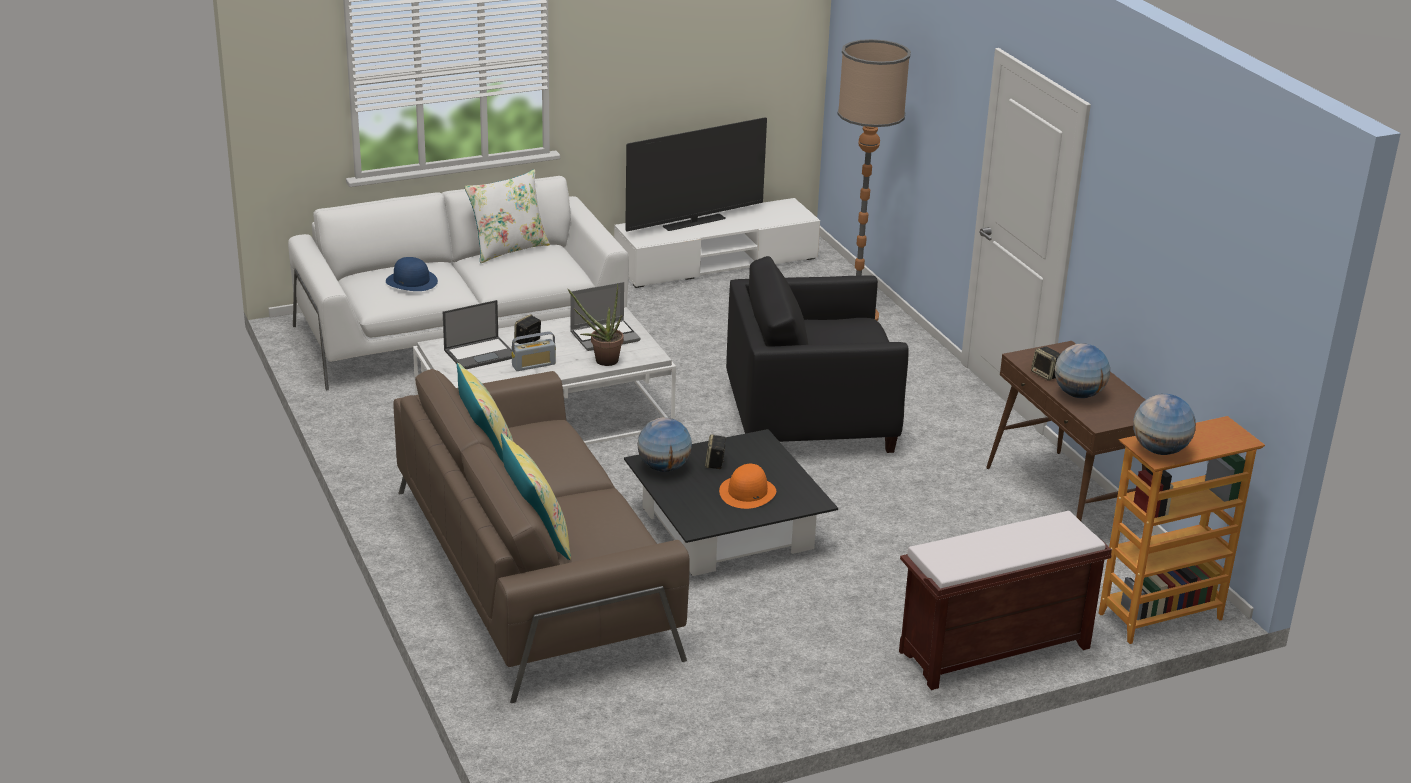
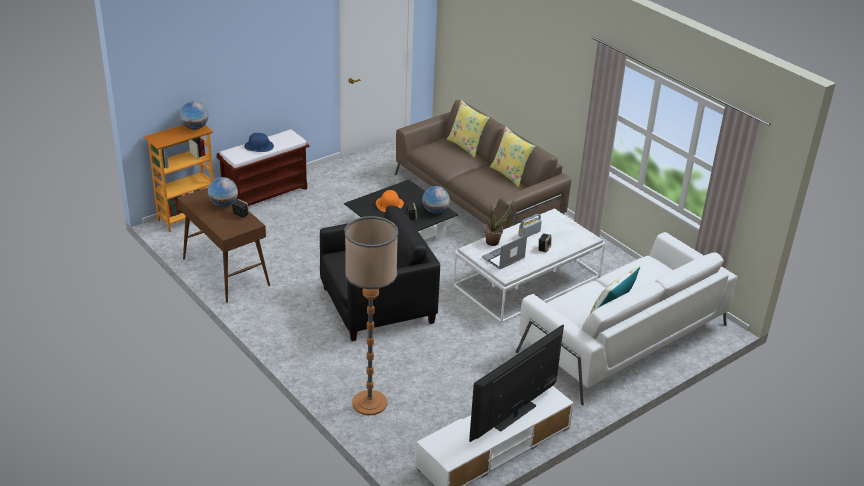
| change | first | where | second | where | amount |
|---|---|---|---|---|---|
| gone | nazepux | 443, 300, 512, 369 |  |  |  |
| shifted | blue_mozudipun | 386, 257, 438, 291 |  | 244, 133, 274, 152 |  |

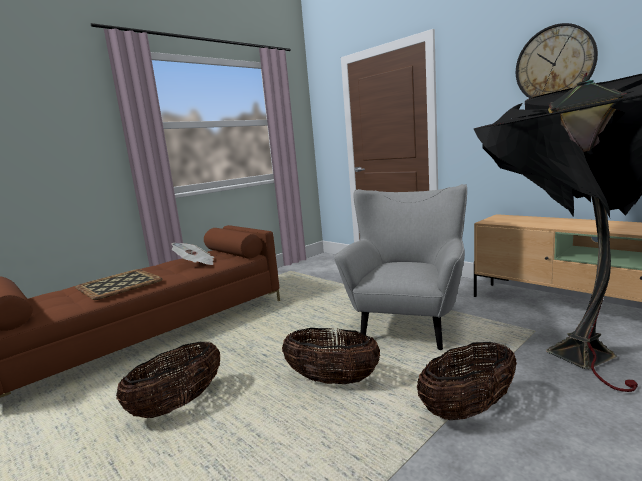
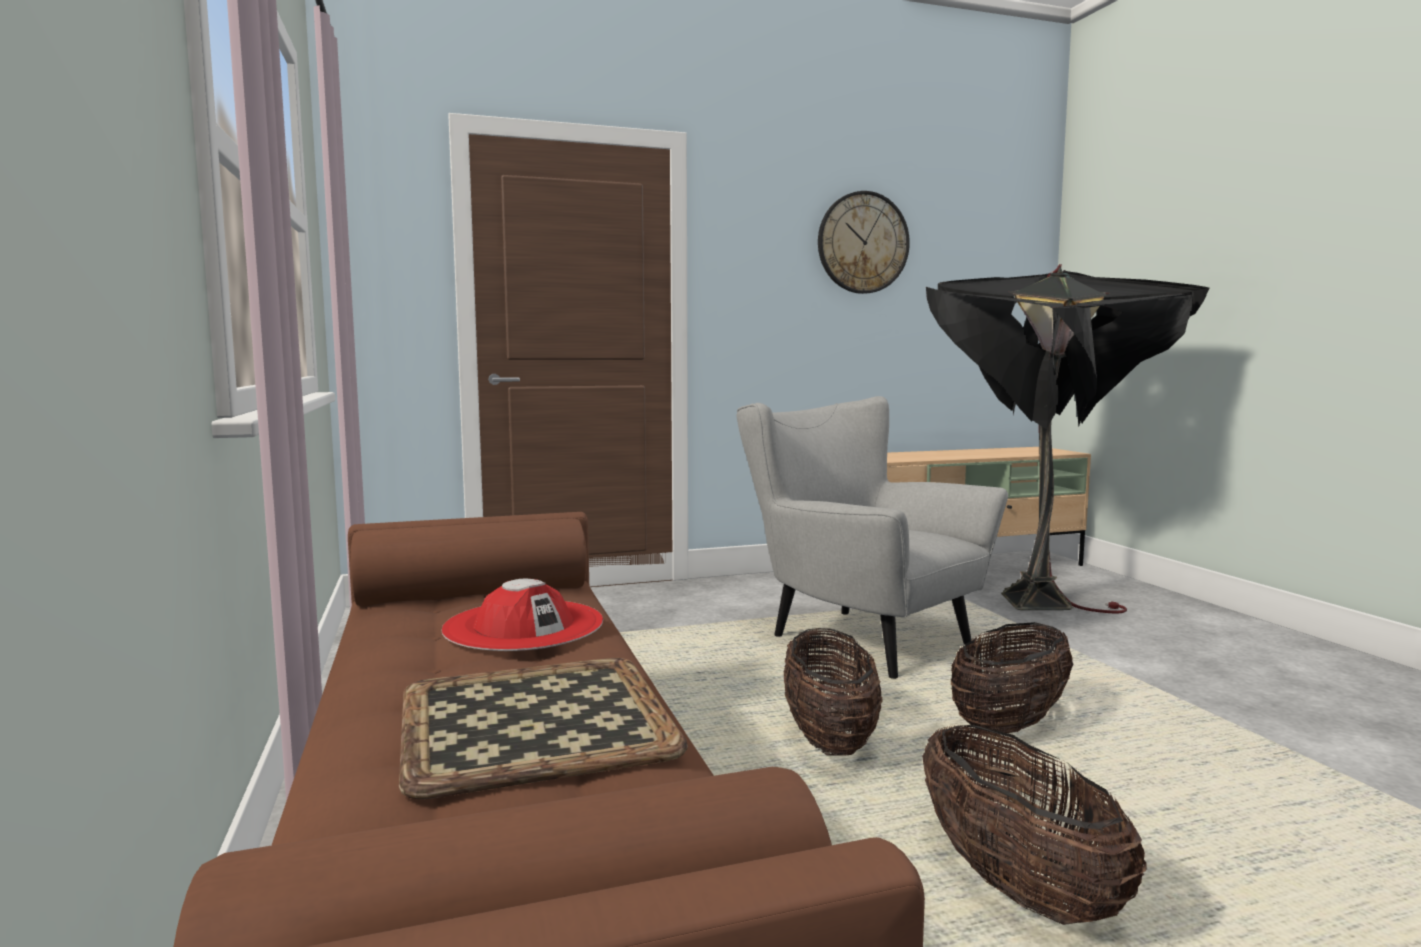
| change | first | where | second | where | amount |
|---|---|---|---|---|---|
| shifted | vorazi | 417, 342, 517, 420 |  | 784, 628, 883, 756 |  |
| swapped | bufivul | 171, 243, 214, 265 | red_mozudipun | 442, 579, 603, 651 |  |

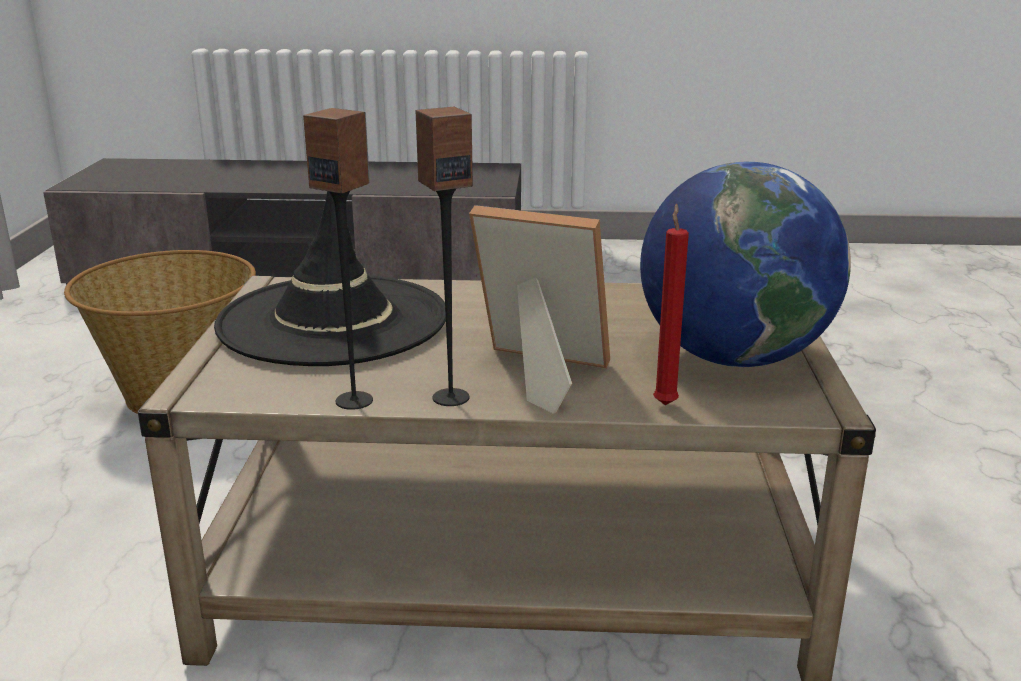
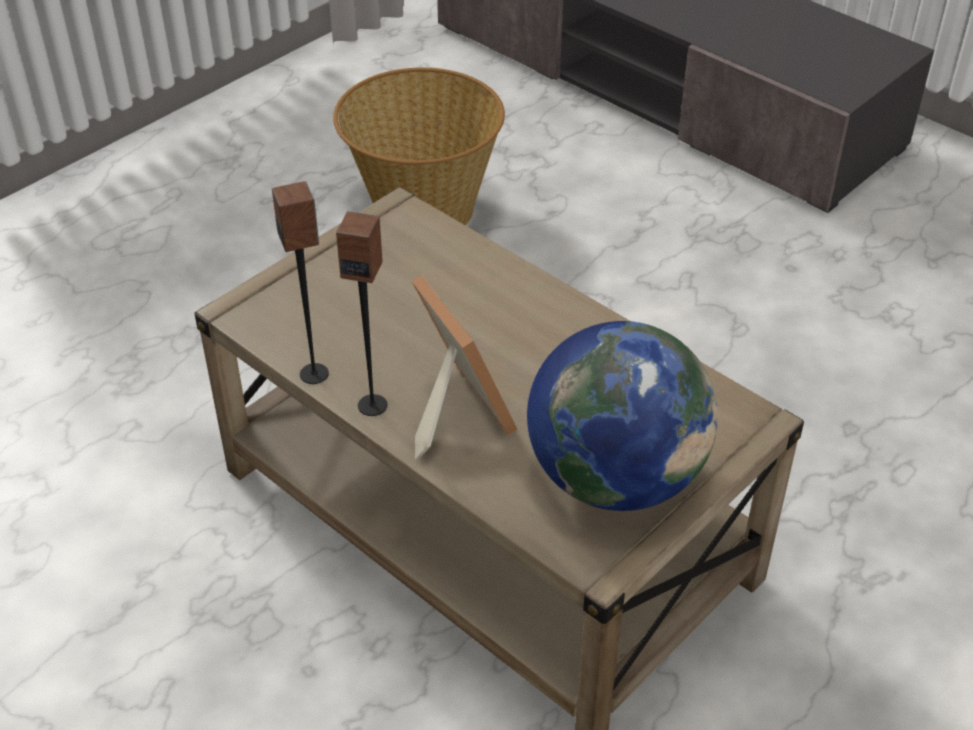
| change | first | where | second | where | amount |
|---|---|---|---|---|---|
| gone | black_mozudipun | 214, 191, 446, 366 |  |  |  |
| gone | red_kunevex | 653, 204, 689, 405 |  |  |  |

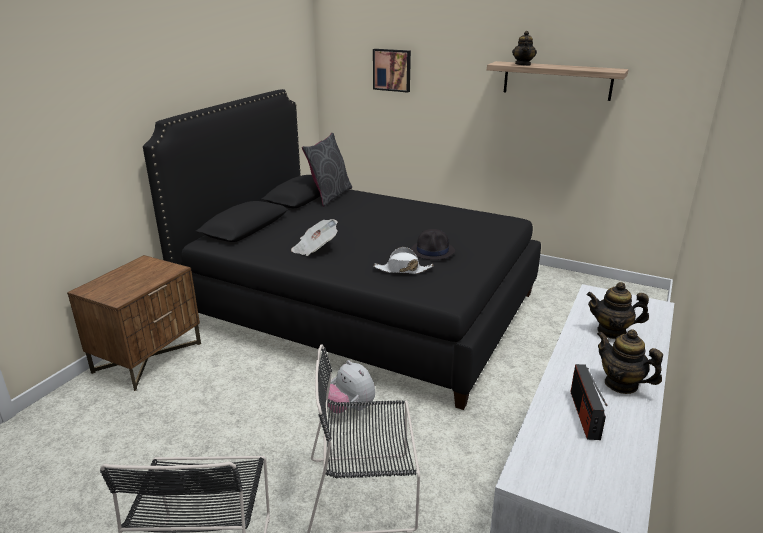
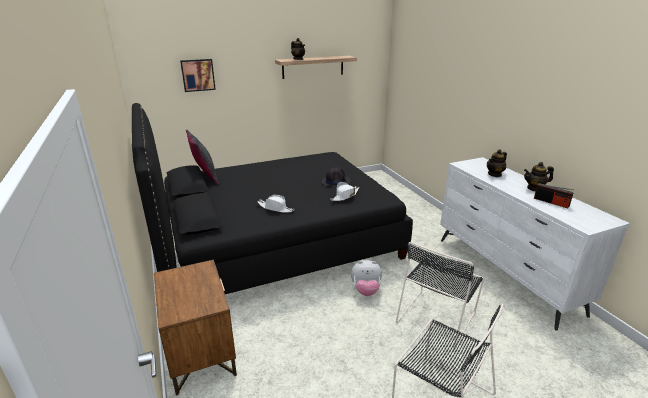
| change | first | where | second | where | amount |
|---|---|---|---|---|---|
| swapped | bufivul | 291, 219, 338, 256 | white_mozudipun | 257, 195, 295, 213 |  |

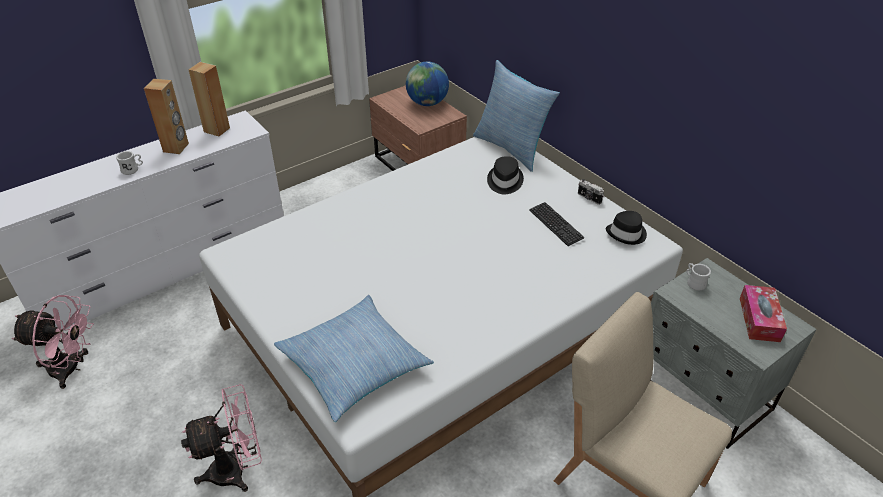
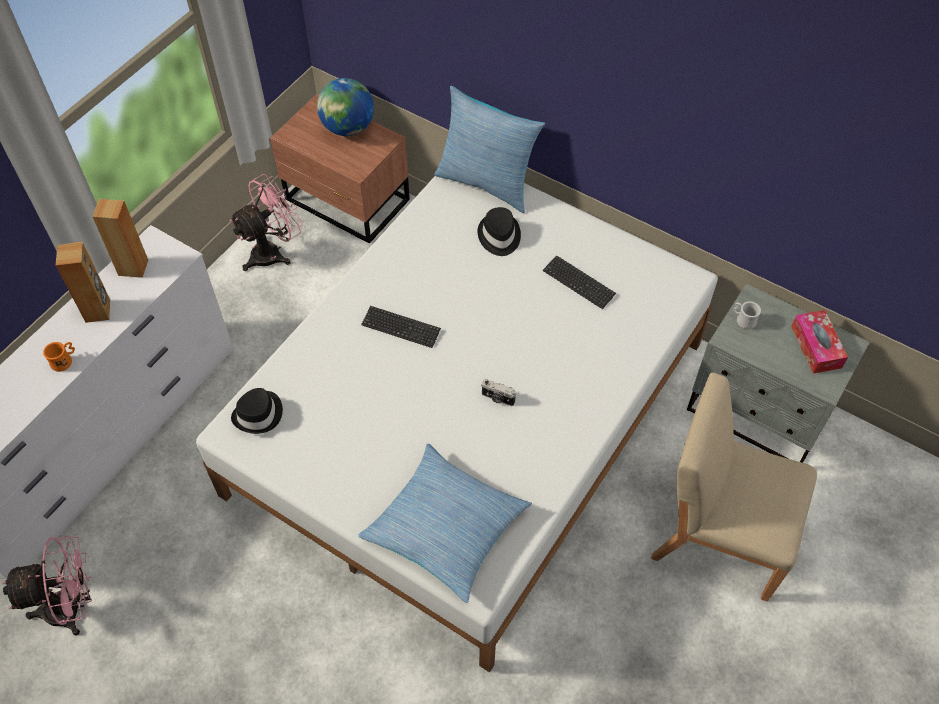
| change | first | where | second | where | amount |
|---|---|---|---|---|---|
| new |  |  | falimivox | 361, 306, 441, 348 |  |
| shifted | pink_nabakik | 181, 384, 262, 492 |  | 229, 174, 303, 271 |  |
| shifted | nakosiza | 578, 179, 604, 205 |  | 481, 379, 517, 406 |  |
| shifted | black_mozudipun | 606, 211, 647, 245 |  | 231, 388, 283, 434 |  |
| repainted | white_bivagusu | 116, 151, 143, 175 | orange_bivagusu | 43, 342, 75, 372 |  |

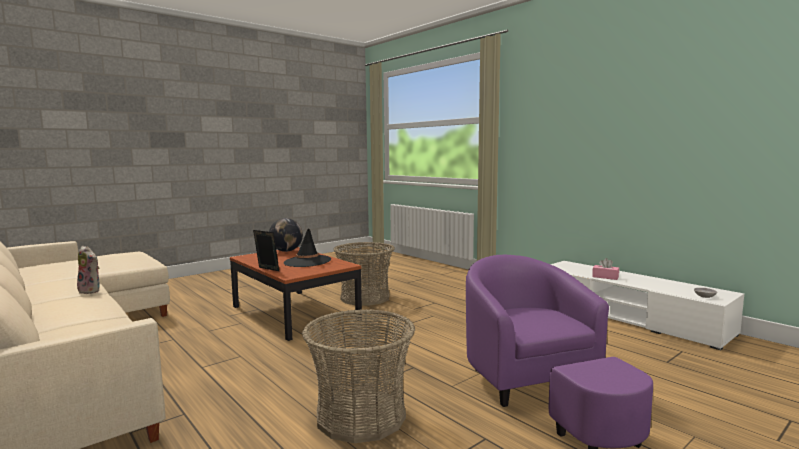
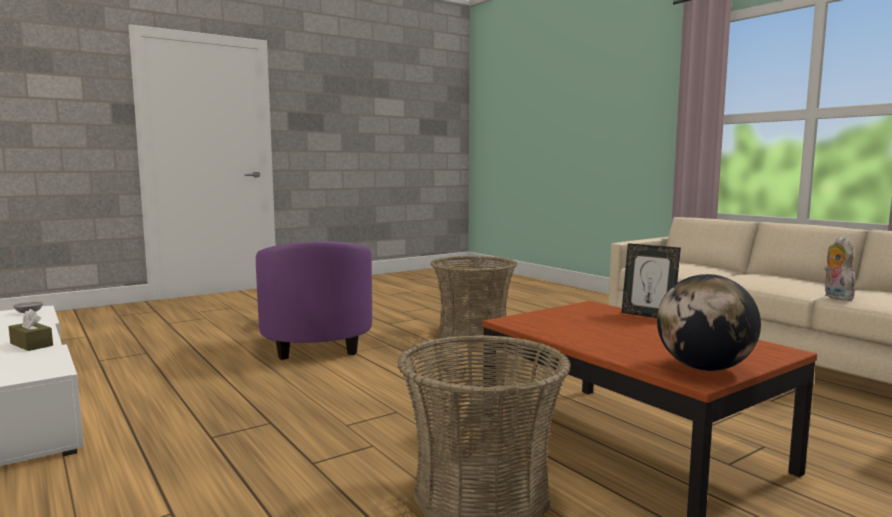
| change | first | where | second | where | amount |
|---|---|---|---|---|---|
| gone | black_mozudipun | 284, 228, 331, 267 |  |  |  |
| repainted | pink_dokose | 592, 258, 619, 280 | brown_dokose | 8, 309, 53, 351 |  |
| rotated | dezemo | 77, 246, 100, 294 |  | 824, 237, 855, 301 | 60 degrees clockwise |

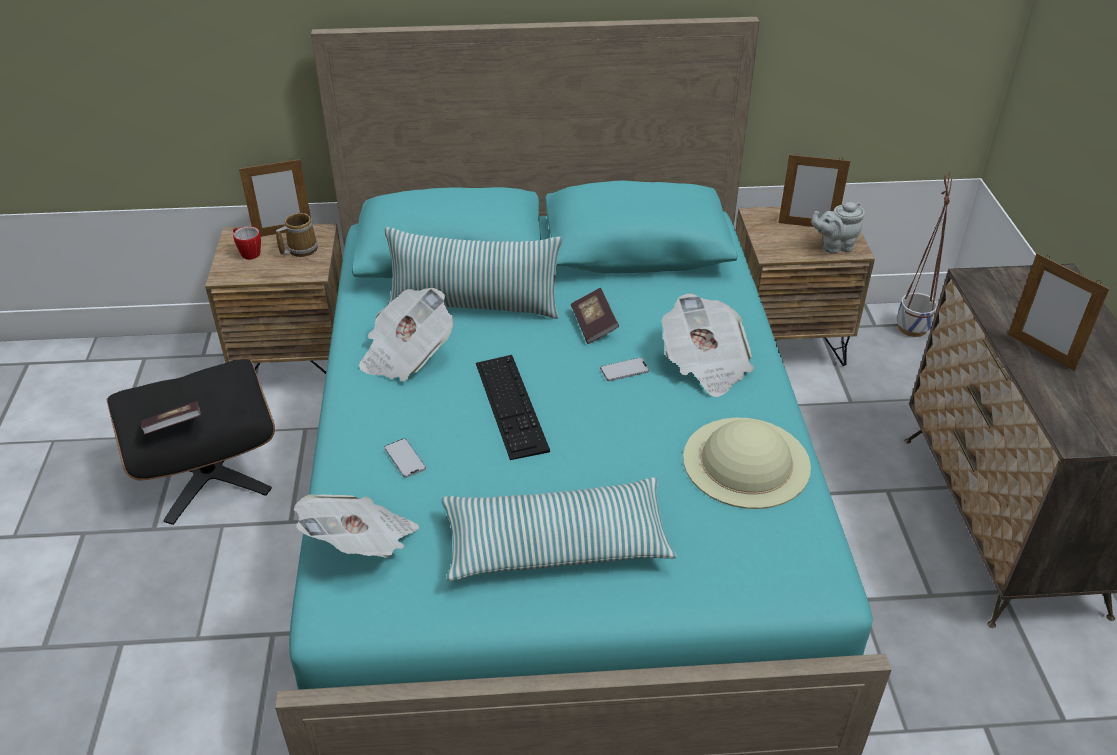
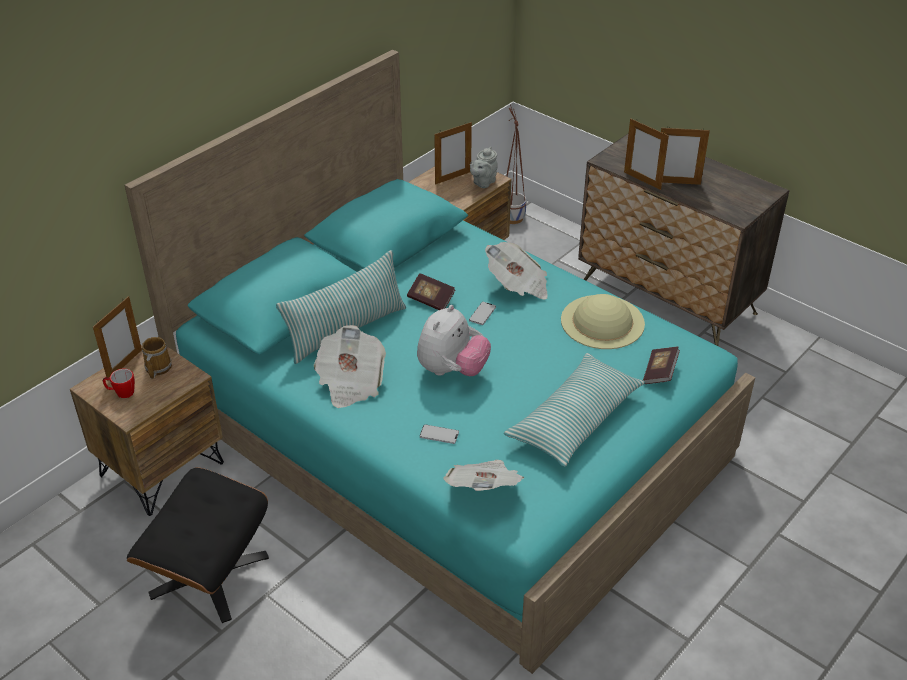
| change | first | where | second | where | amount |
|---|---|---|---|---|---|
| new |  |  | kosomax | 624, 119, 669, 190 |  |
| shifted | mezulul | 141, 401, 201, 434 |  | 643, 347, 680, 384 |  |
| swapped | falimivox | 476, 355, 550, 460 | dezemo | 417, 305, 491, 376 |  |

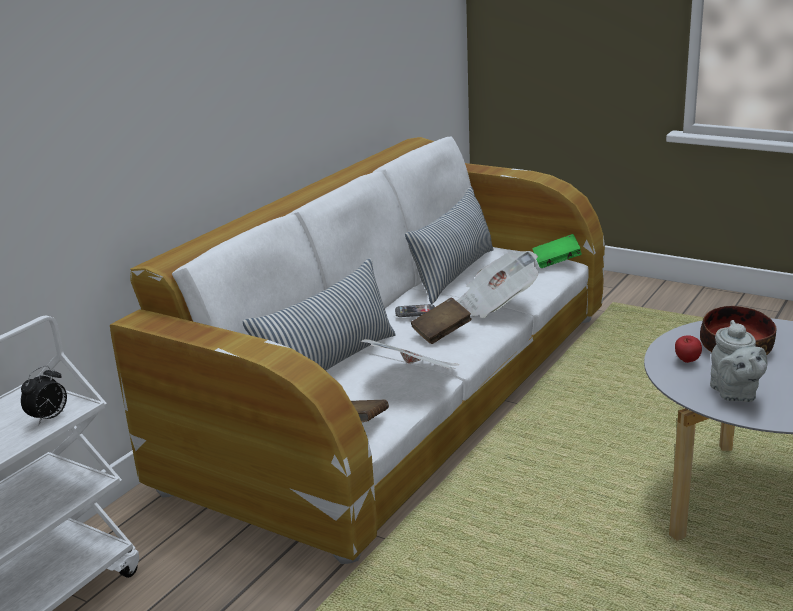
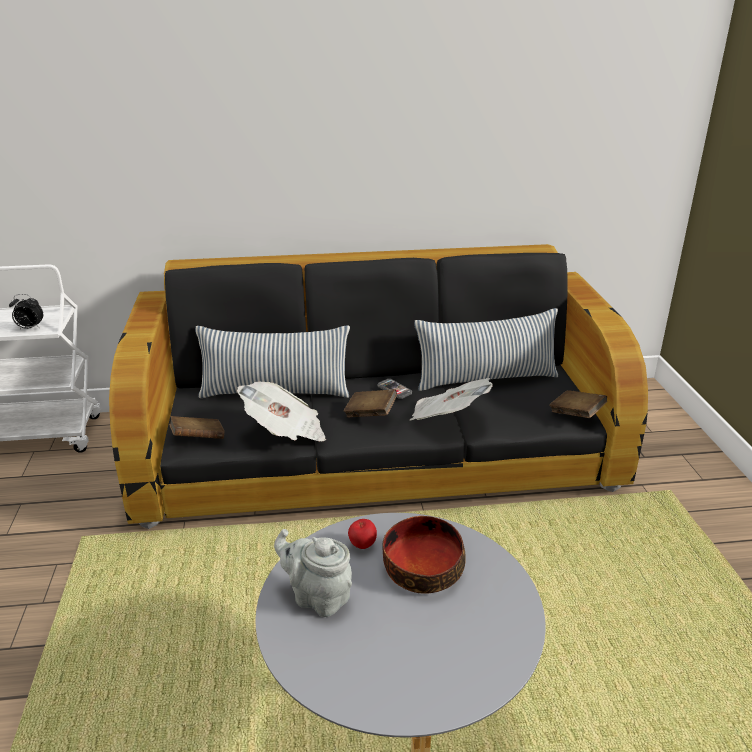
| change | first | where | second | where | amount |
|---|---|---|---|---|---|
| repainted | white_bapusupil | 110, 137, 605, 564 | black_bapusupil | 109, 244, 648, 529 |  |
| repainted | green_mezulul | 532, 234, 582, 268 | brown_mezulul | 549, 390, 607, 418 |  |
| rotated | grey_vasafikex | 710, 320, 768, 402 |  | 274, 529, 352, 617 | 75 degrees clockwise |

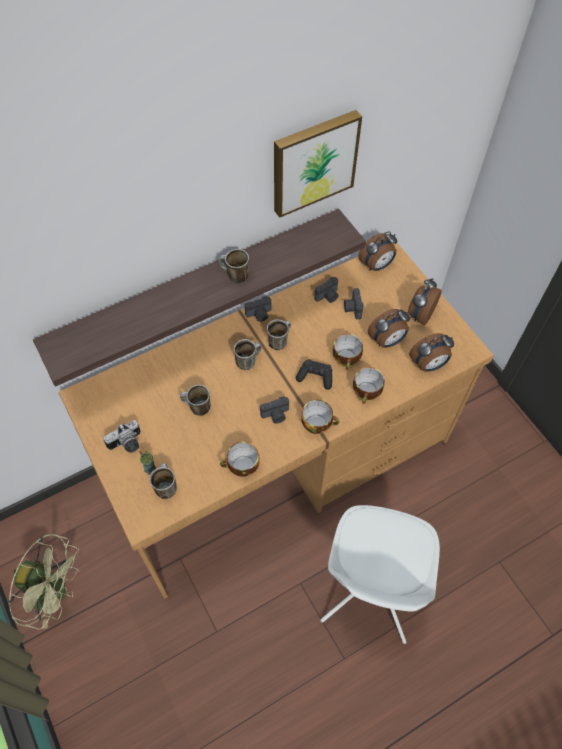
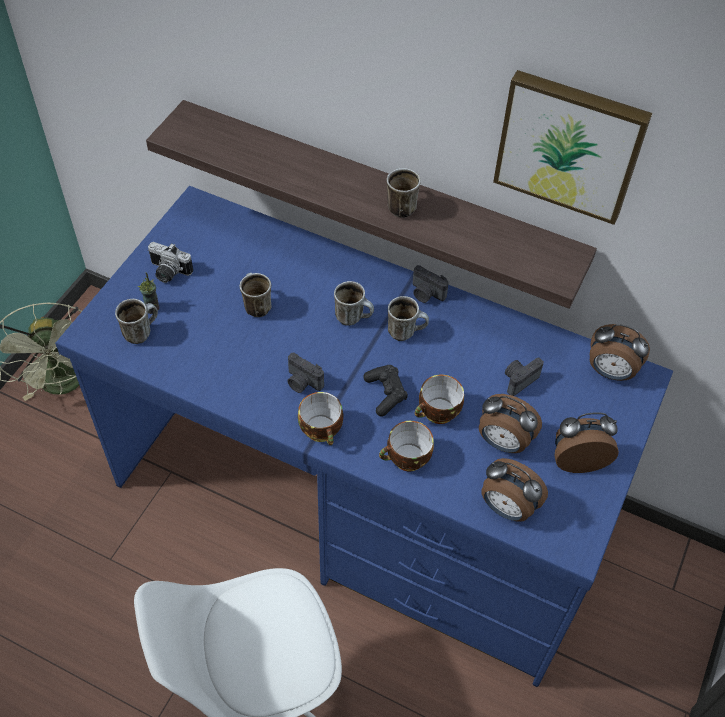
| change | first | where | second | where | amount |
|---|---|---|---|---|---|
| gone | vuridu | 220, 442, 260, 477 |  |  |  |
| gone | nakosiza | 314, 277, 339, 303 |  |  |  |
| repainted | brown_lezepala | 58, 243, 494, 599 | blue_lezepala | 55, 186, 673, 687 |  |

